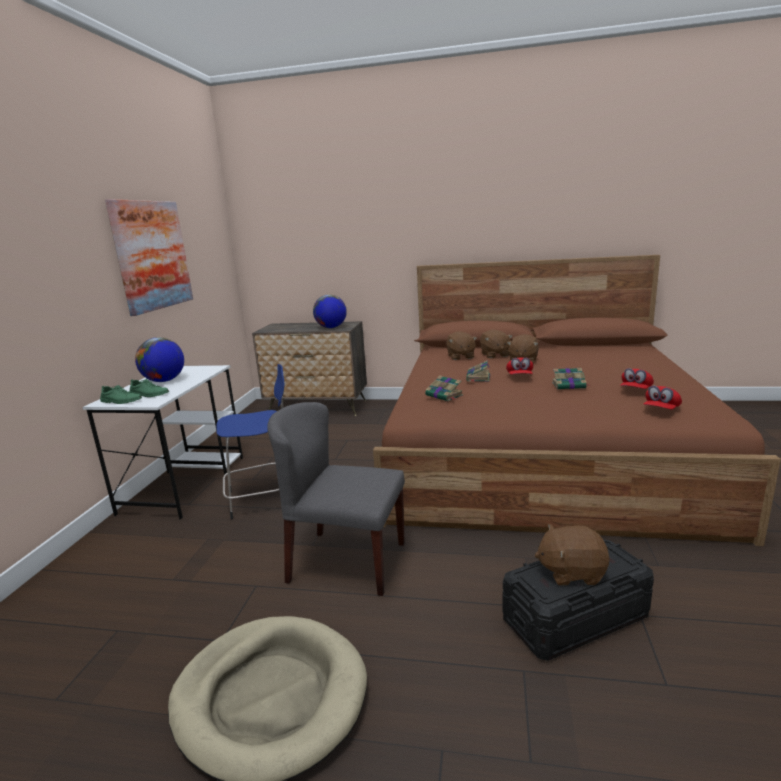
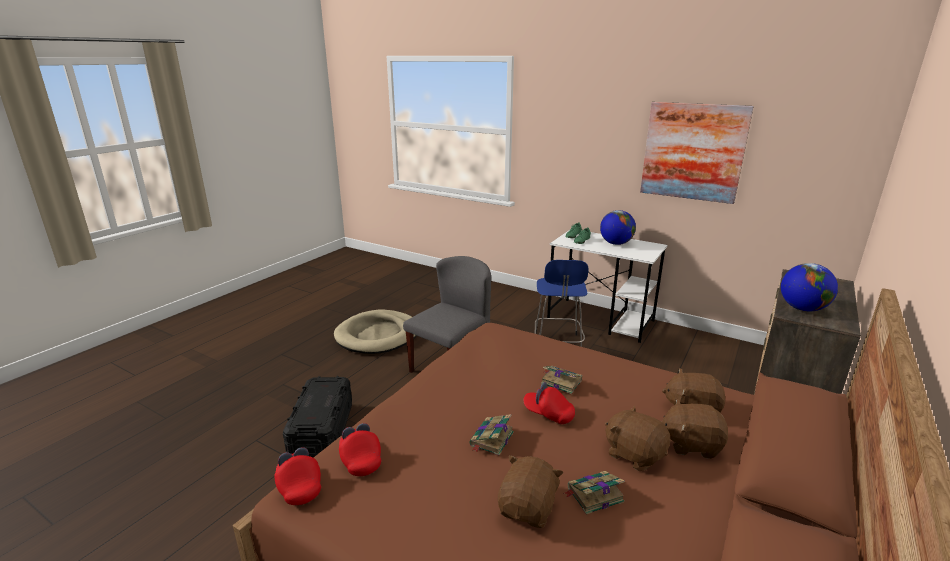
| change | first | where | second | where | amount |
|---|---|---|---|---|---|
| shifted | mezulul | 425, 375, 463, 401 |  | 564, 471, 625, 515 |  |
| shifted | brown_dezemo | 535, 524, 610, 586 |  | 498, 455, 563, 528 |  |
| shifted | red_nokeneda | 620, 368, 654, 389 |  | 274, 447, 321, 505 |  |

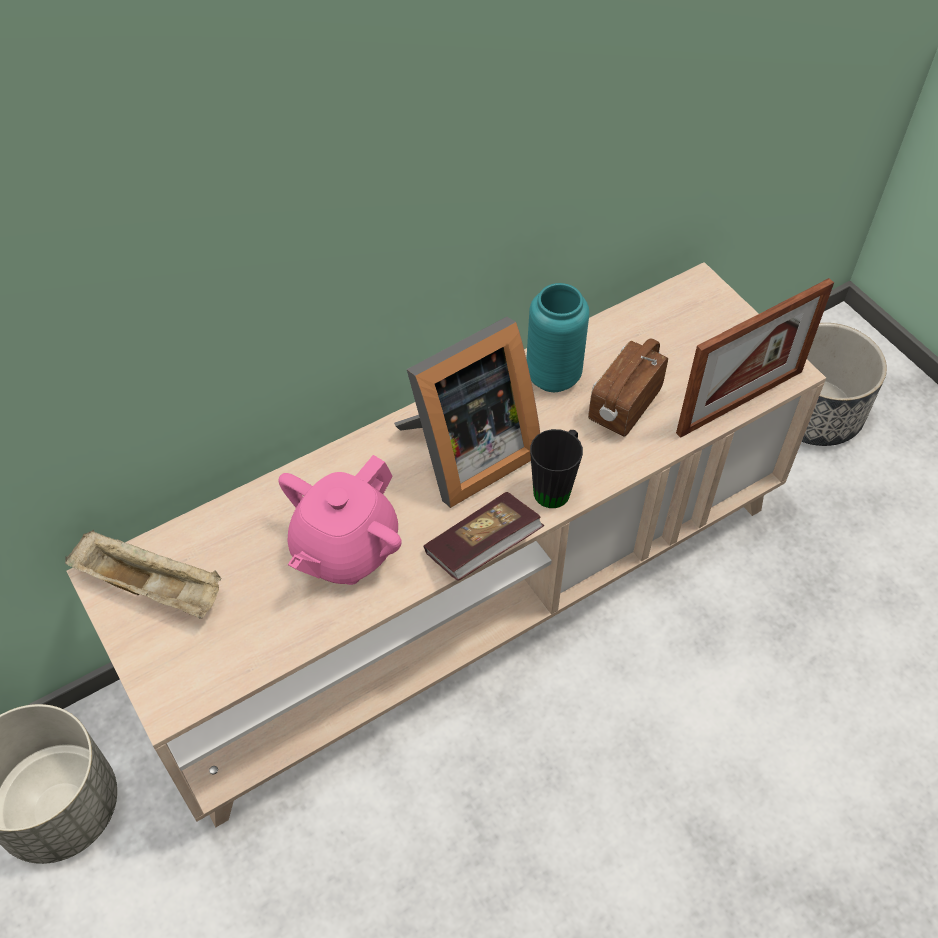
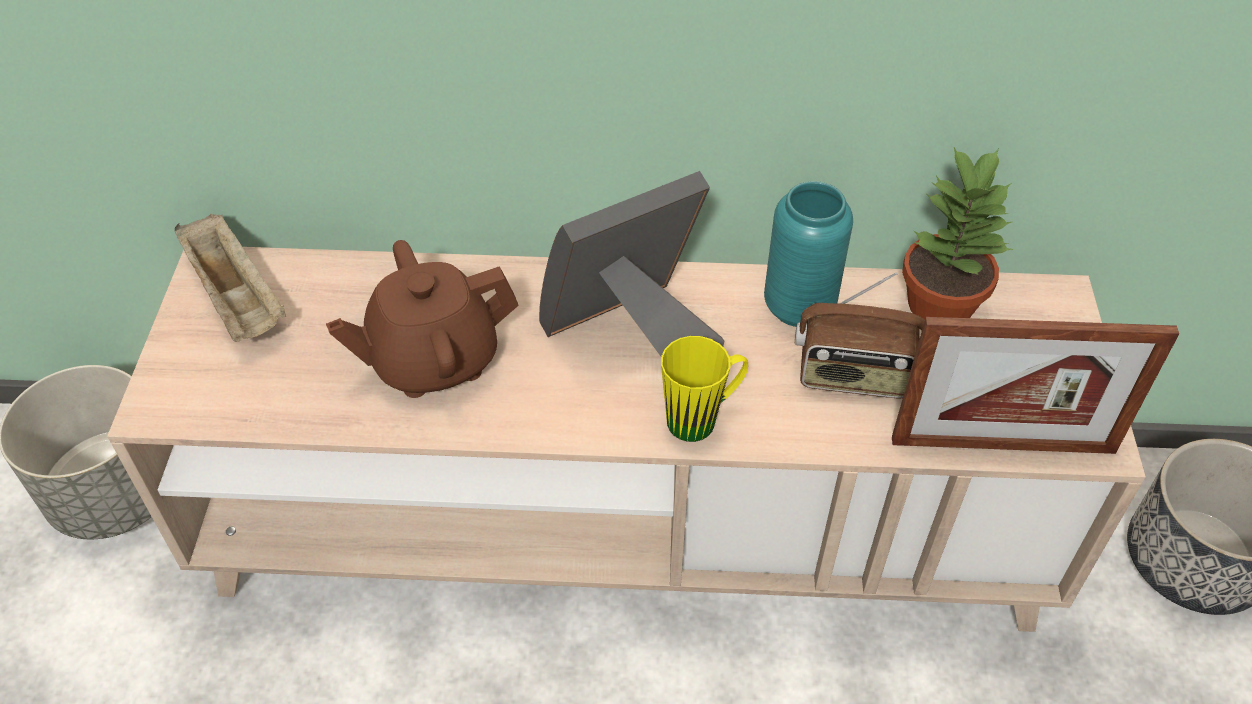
| change | first | where | second | where | amount |
|---|---|---|---|---|---|
| gone | mezulul | 423, 492, 544, 581 |  |  |  |
| new |  |  | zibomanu | 902, 147, 1013, 320 |  |
| repainted | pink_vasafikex | 278, 455, 402, 585 | brown_vasafikex | 326, 240, 519, 398 |  |
| repainted | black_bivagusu | 530, 429, 583, 508 | yellow_bivagusu | 661, 336, 748, 442 |  |
| rotated | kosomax | 394, 317, 540, 508 |  | 539, 171, 724, 356 | 150 degrees clockwise |
| rotated | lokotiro | 588, 338, 668, 437 |  | 795, 272, 925, 398 | 150 degrees counterclockwise |

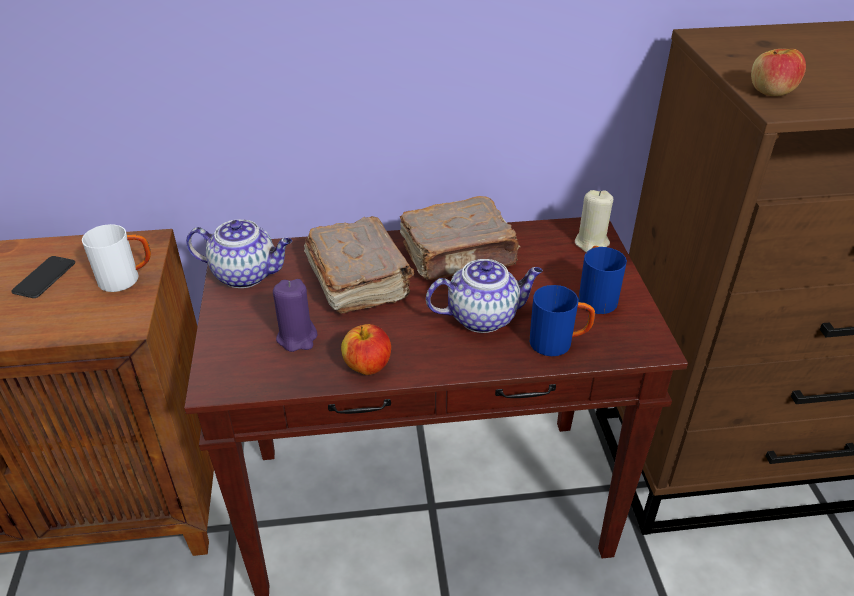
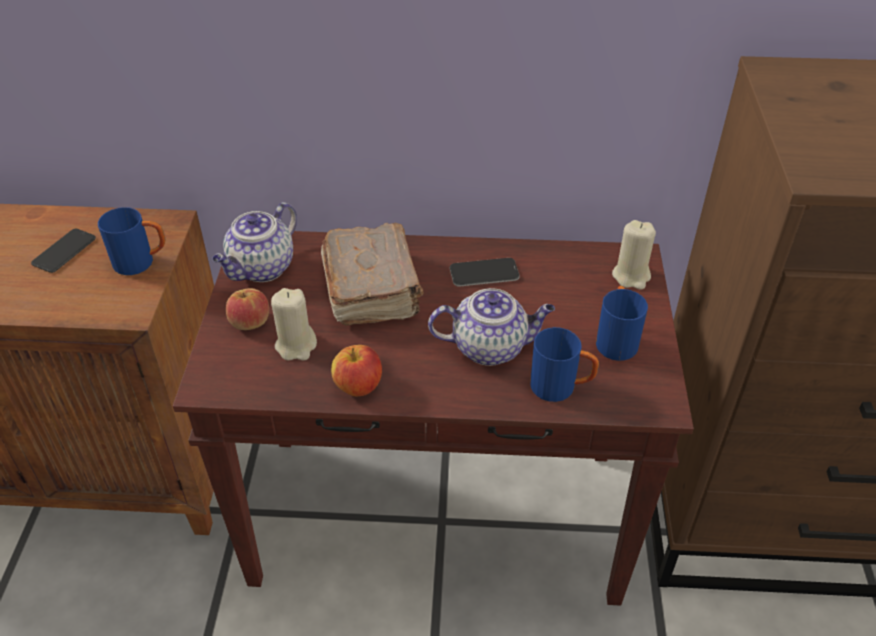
| change | first | where | second | where | amount |
|---|---|---|---|---|---|
| shifted | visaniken | 751, 49, 806, 96 |  | 226, 288, 269, 330 |  |
| swapped | brown_mezulul | 400, 196, 520, 280 | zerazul | 450, 258, 520, 287 |  |
| repainted | white_bivagusu | 82, 224, 151, 292 | blue_bivagusu | 98, 207, 165, 275 |  |
| repainted | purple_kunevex | 273, 279, 317, 352 | beige_kunevex | 271, 288, 317, 361 |  |
| rotated | vasafikex | 186, 219, 292, 288 |  | 212, 202, 297, 282 | 105 degrees clockwise |

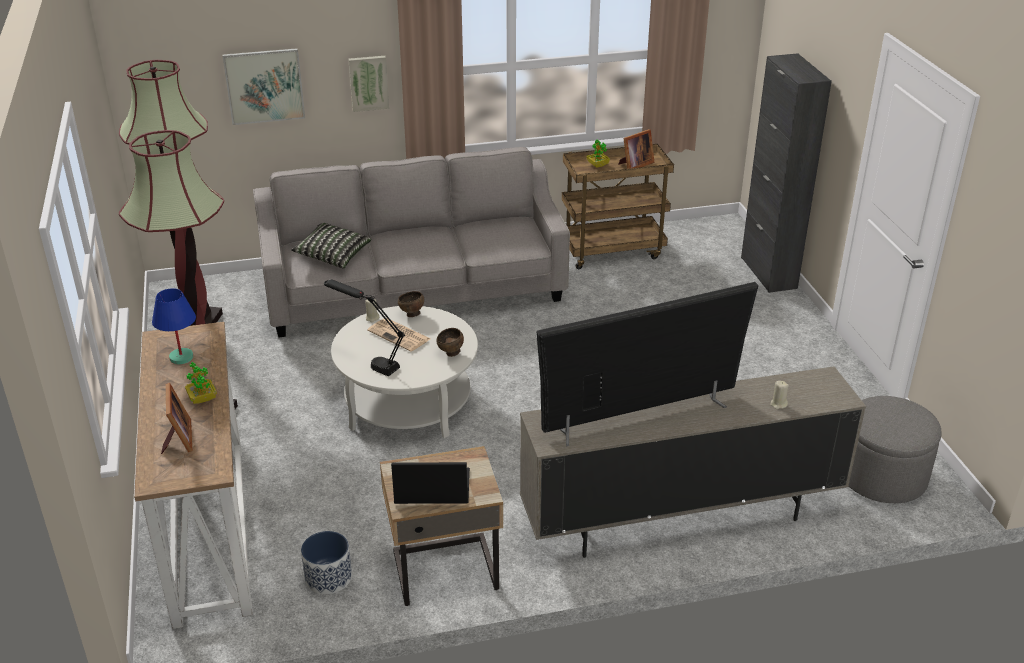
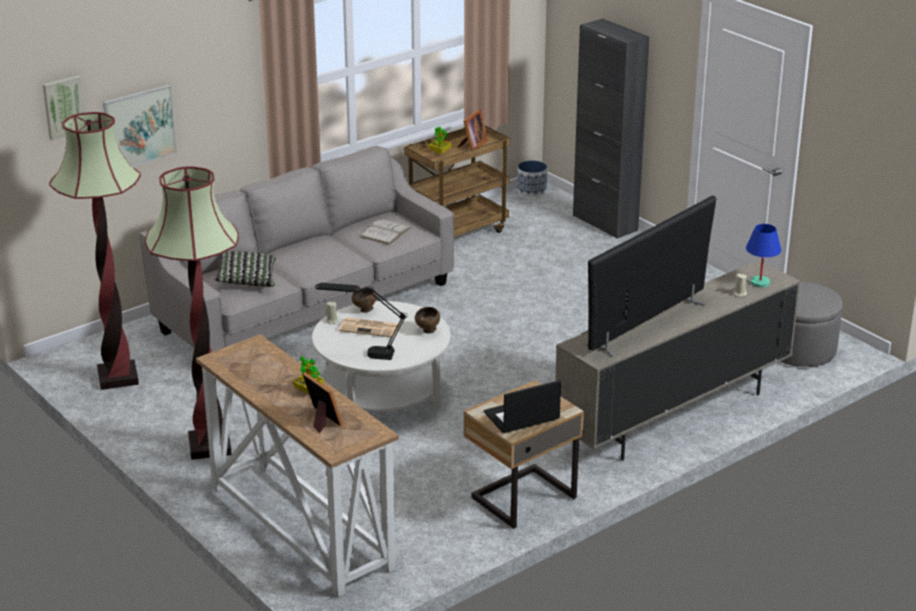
| change | first | where | second | where | amount |
|---|---|---|---|---|---|
| new |  |  | white_mezulul | 360, 219, 412, 245 |  |
| shifted | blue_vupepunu | 152, 288, 196, 364 |  | 746, 224, 781, 288 |  |
| shifted | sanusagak | 301, 531, 352, 594 |  | 517, 160, 547, 197 |  |
| shifted | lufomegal | 348, 56, 389, 112 |  | 42, 75, 85, 140 |  |

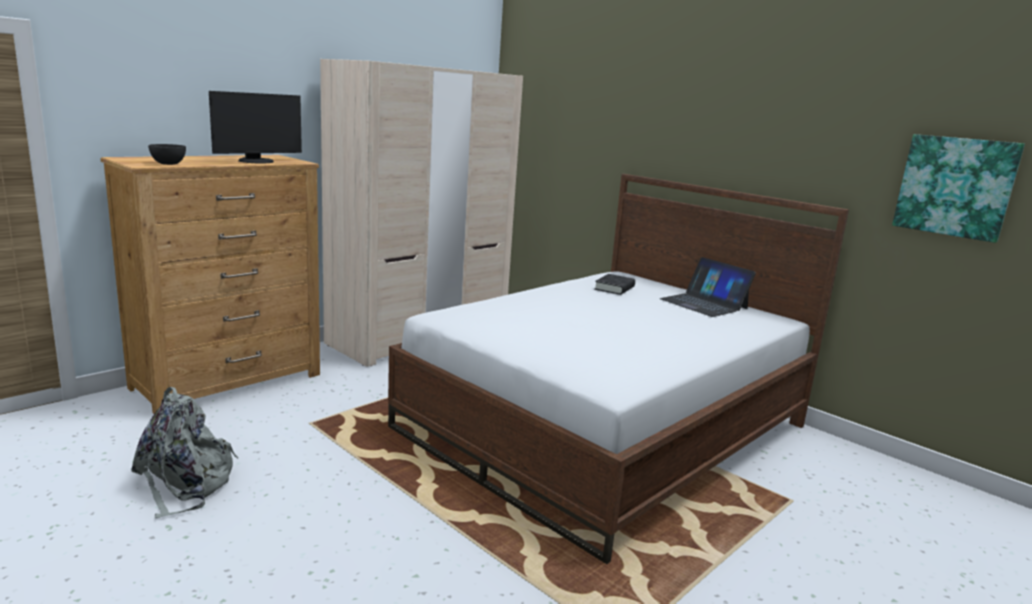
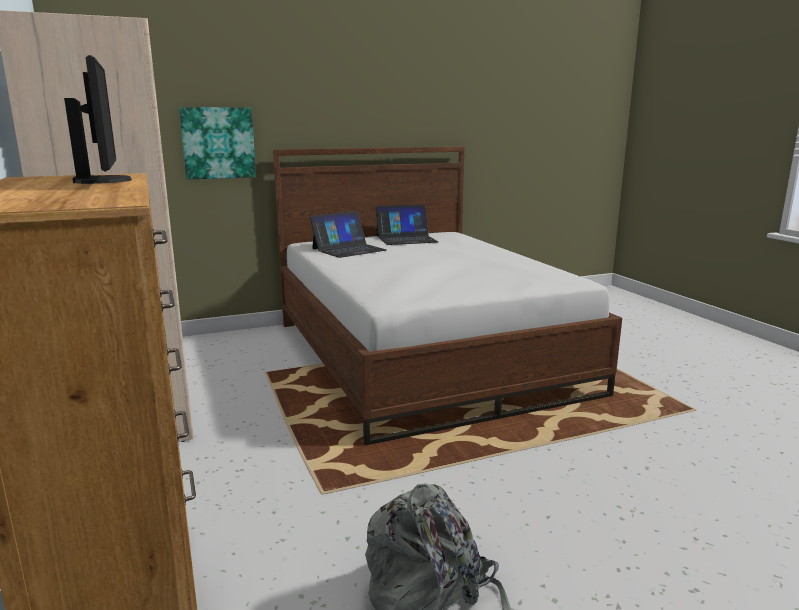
| change | first | where | second | where | amount |
|---|---|---|---|---|---|
| gone | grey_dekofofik | 148, 144, 186, 165 |  |  |  |
| shifted | lufomegal | 892, 134, 1025, 243 |  | 179, 107, 256, 180 |  |
| swapped | black_mezulul | 594, 274, 635, 295 | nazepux | 309, 211, 387, 258 |  |

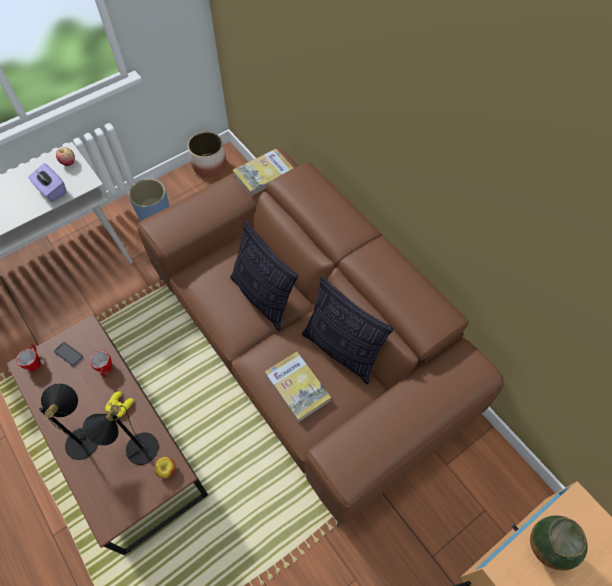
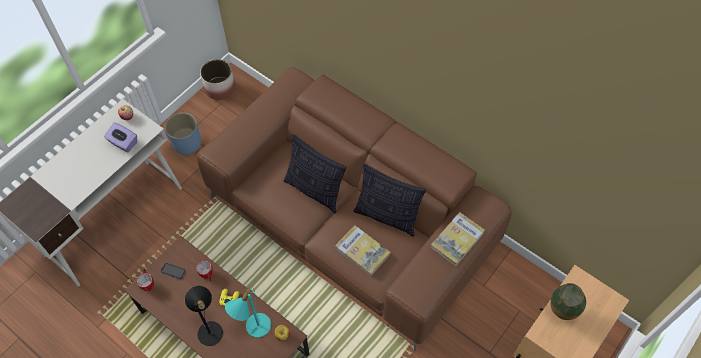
| change | first | where | second | where | amount |
|---|---|---|---|---|---|
| shifted | mezulul | 233, 149, 293, 196 |  | 430, 212, 485, 266 |  |
| repainted | black_vupepunu | 83, 405, 159, 465 | turquoise_vupepunu | 225, 288, 271, 337 |  |

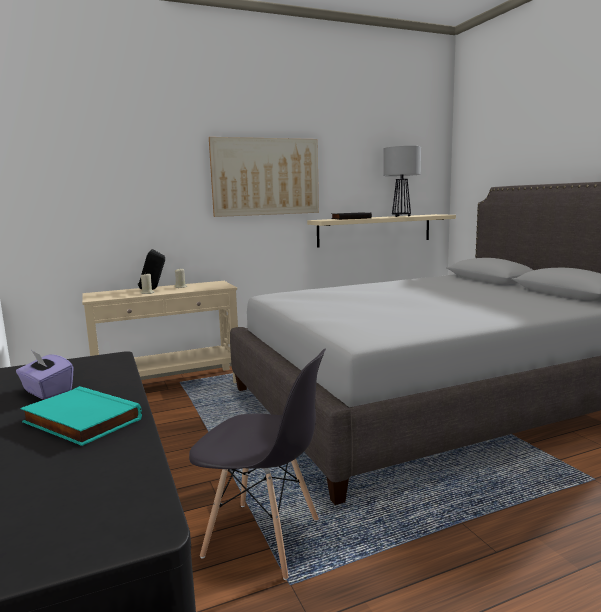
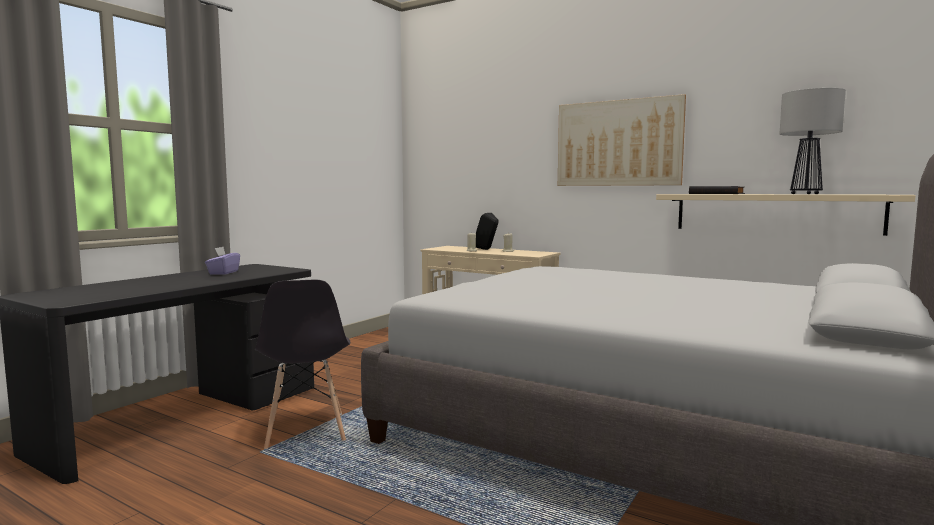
| change | first | where | second | where | amount |
|---|---|---|---|---|---|
| gone | turquoise_mezulul | 20, 386, 142, 446 |  |  |  |

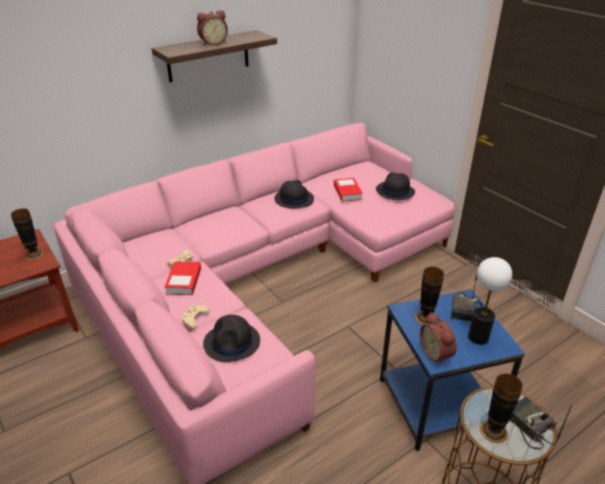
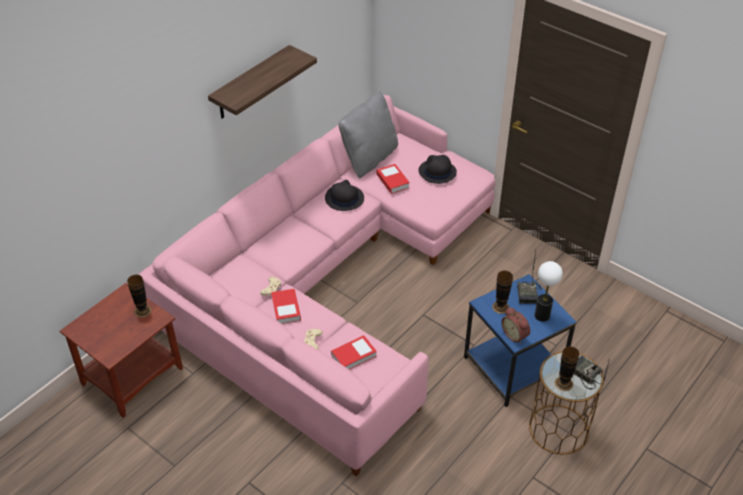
| change | first | where | second | where | amount |
|---|---|---|---|---|---|
| gone | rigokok | 197, 10, 228, 46 |  |  |  |
| new |  |  | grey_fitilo | 339, 91, 398, 178 |  |
| swapped | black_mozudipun | 203, 315, 260, 362 | mezulul | 331, 335, 377, 370 |  |

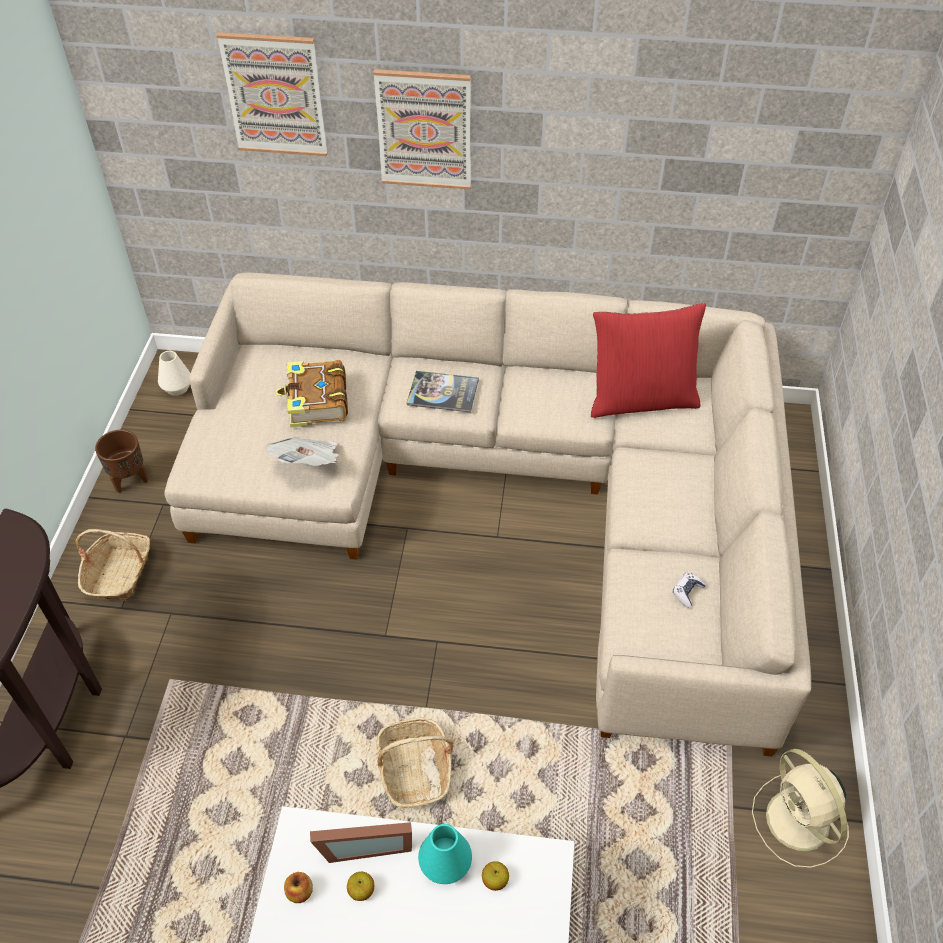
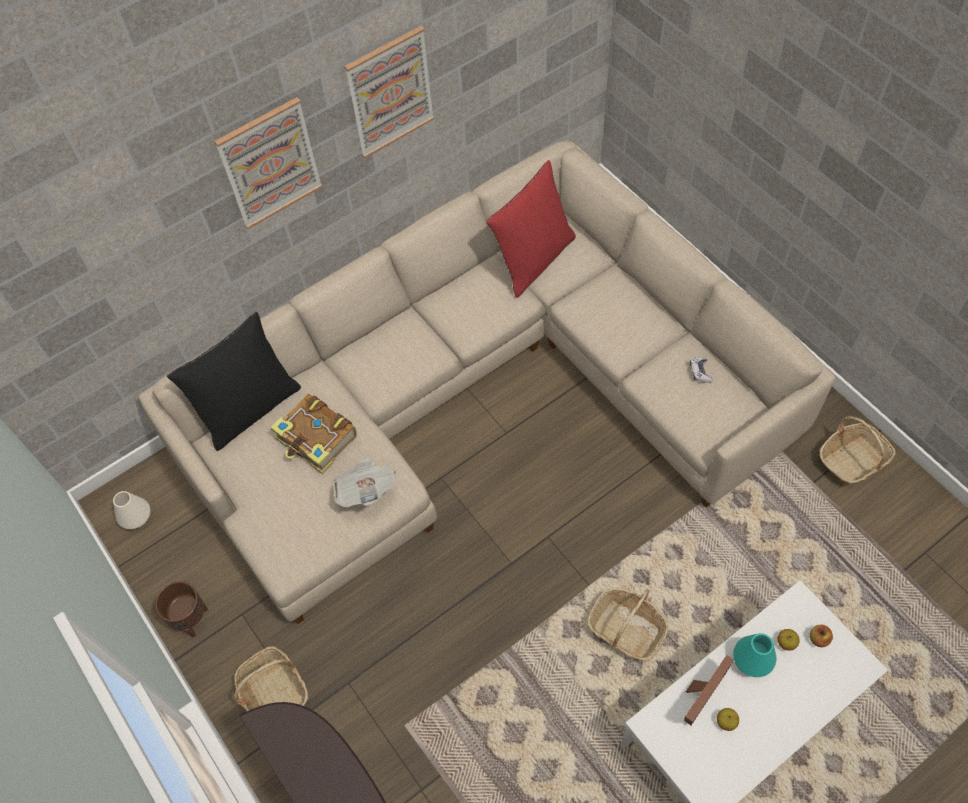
| change | first | where | second | where | amount |
|---|---|---|---|---|---|
| gone | mezulul | 407, 371, 479, 413 |  |  |  |
| new |  |  | black_fitilo | 167, 312, 301, 451 |  |
| shifted | lufomegal | 216, 32, 328, 156 |  | 344, 26, 435, 158 |  |
| shifted | visaniken | 284, 872, 313, 903 |  | 810, 624, 833, 647 |  |
| swapped | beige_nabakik | 752, 749, 849, 868 | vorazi | 820, 416, 896, 486 |  |

